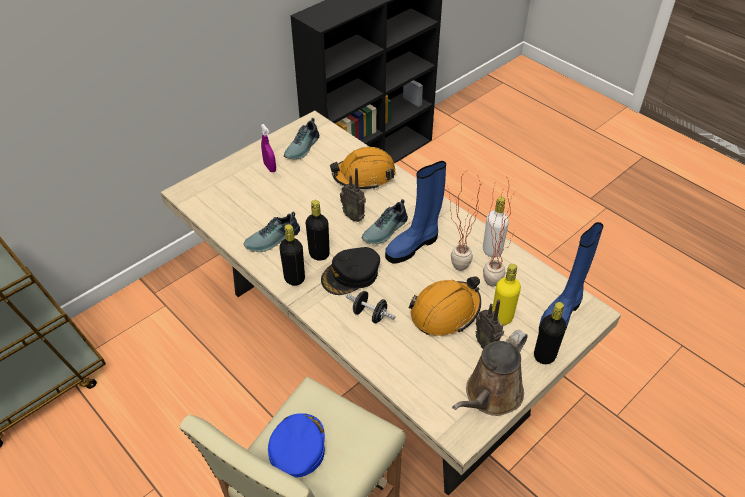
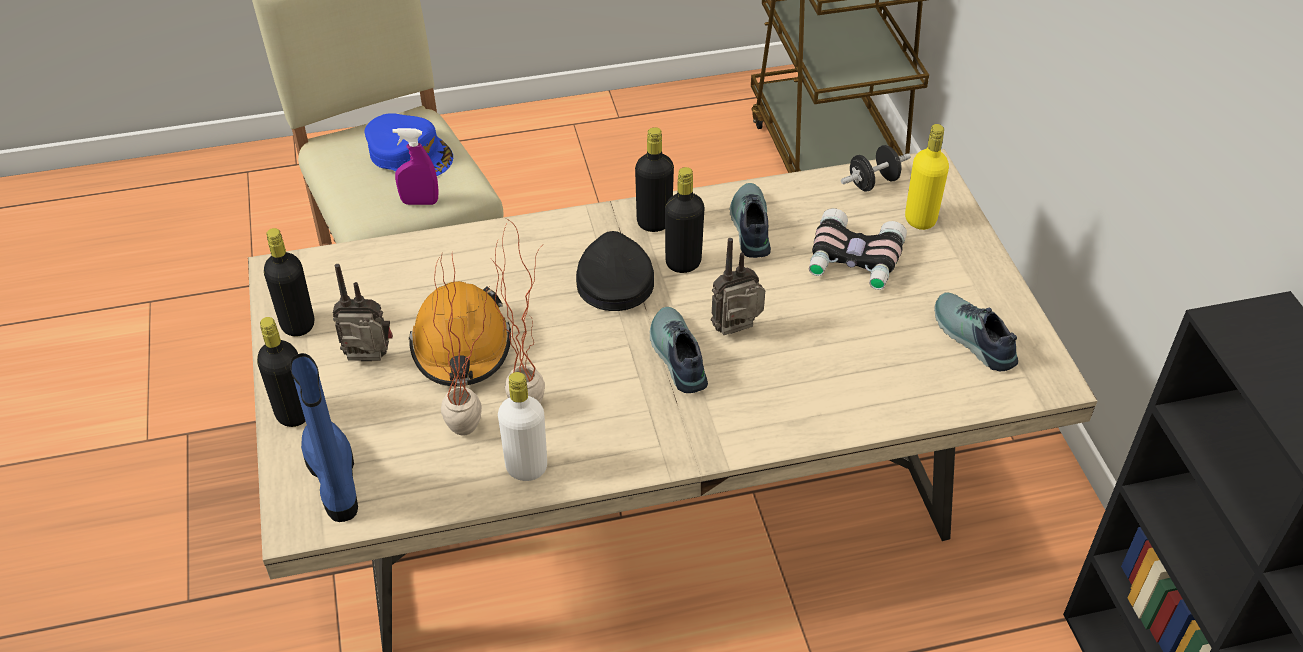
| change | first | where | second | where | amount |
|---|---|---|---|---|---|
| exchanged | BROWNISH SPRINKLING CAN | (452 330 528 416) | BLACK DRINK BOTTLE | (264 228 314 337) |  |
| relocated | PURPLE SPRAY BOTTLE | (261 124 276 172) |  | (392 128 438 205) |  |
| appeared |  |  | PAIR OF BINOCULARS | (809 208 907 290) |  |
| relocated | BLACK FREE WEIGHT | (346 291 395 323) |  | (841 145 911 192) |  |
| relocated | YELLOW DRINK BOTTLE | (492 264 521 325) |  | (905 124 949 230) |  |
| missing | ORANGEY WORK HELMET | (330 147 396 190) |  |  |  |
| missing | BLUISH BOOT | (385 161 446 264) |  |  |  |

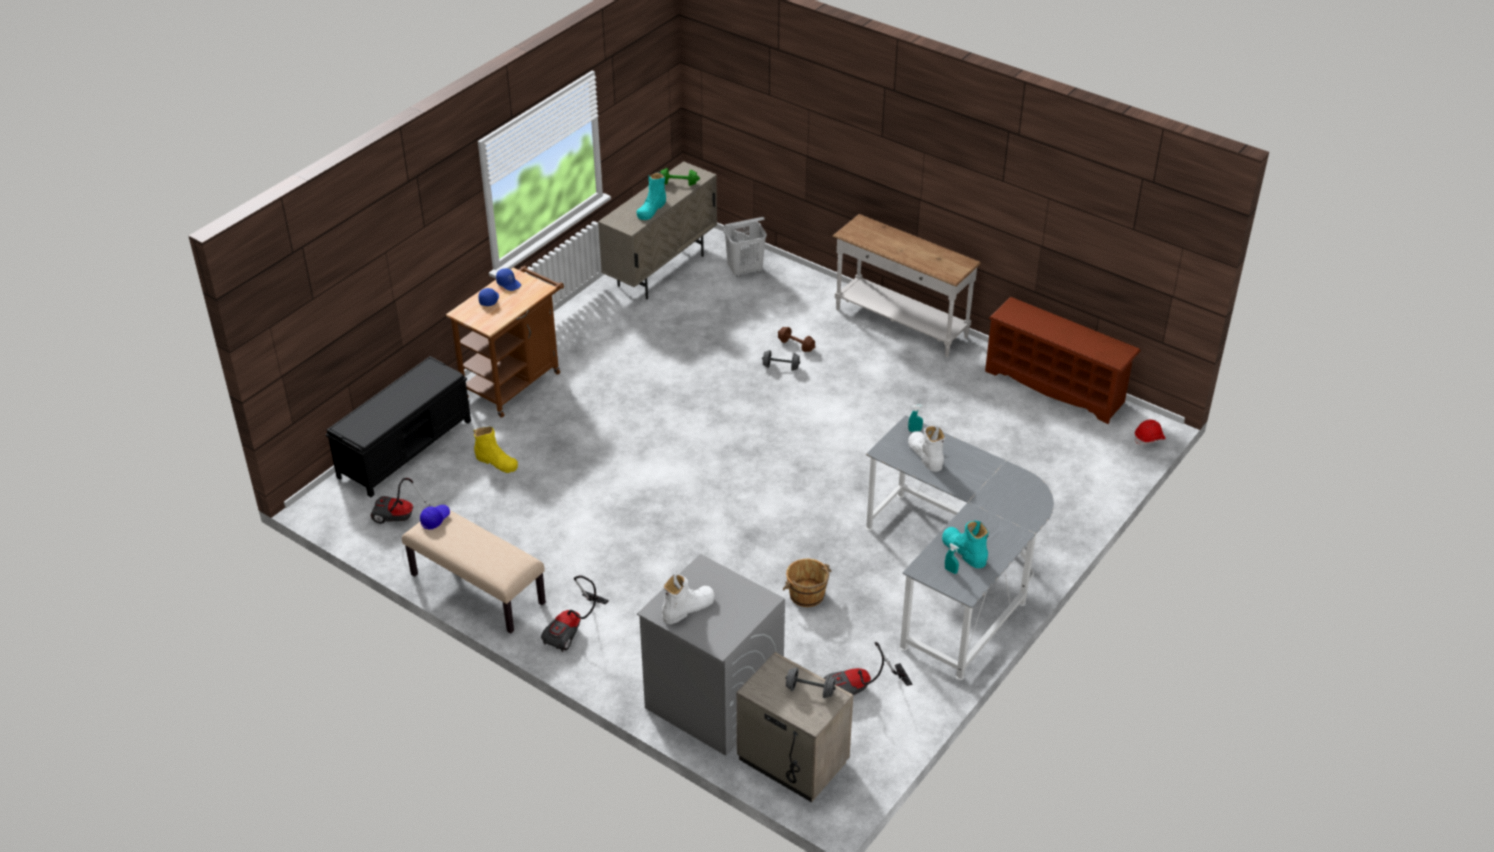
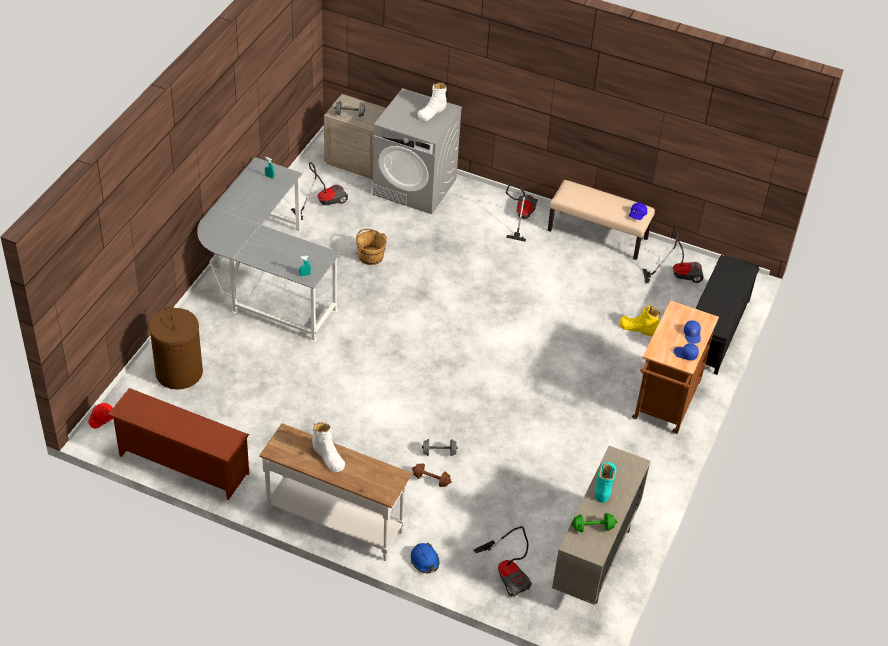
| change | first | where | second | where | amount |
|---|---|---|---|---|---|
| appeared |  |  | BROWNISH LAUNDRY BASKET | (149 306 203 390) |  |
| relocated | WHITE-COLOURED BOOT | (908 426 945 472) |  | (312 422 345 472) |  |
| appeared |  |  | BLUISH WORK HELMET | (411 543 439 573) |  |
| exchanged | WHITE-COLOURED LAUNDRY BASKET | (724 217 767 277) | VACUUM CLEANER | (473 526 532 597) |  |
| missing | BLUE-GREEN BOOT | (942 521 989 568) |  |  |  |

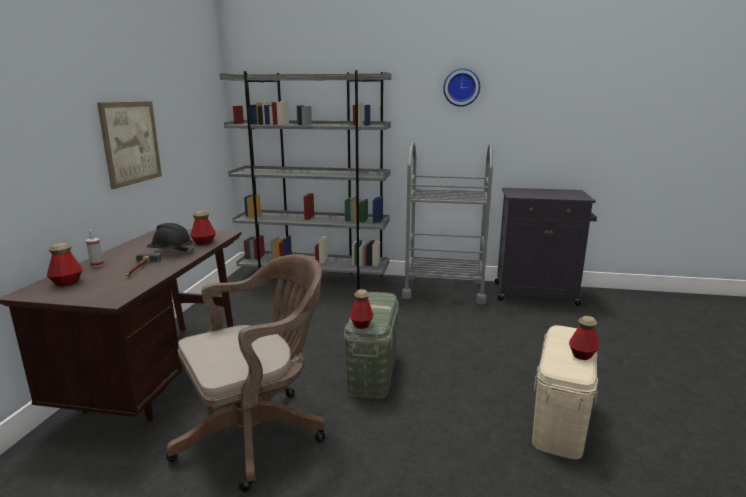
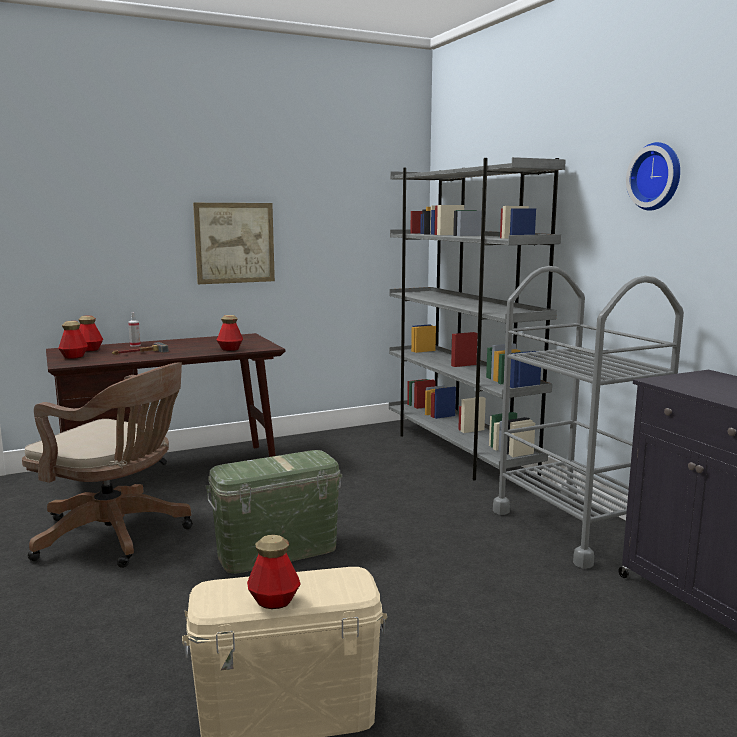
| change | first | where | second | where | amount |
|---|---|---|---|---|---|
| relocated | DRINK BOTTLE | (349 289 374 329) |  | (58 321 88 359) |  |
| missing | BLACK WORK HELMET | (147 223 194 252) |  |  |  |

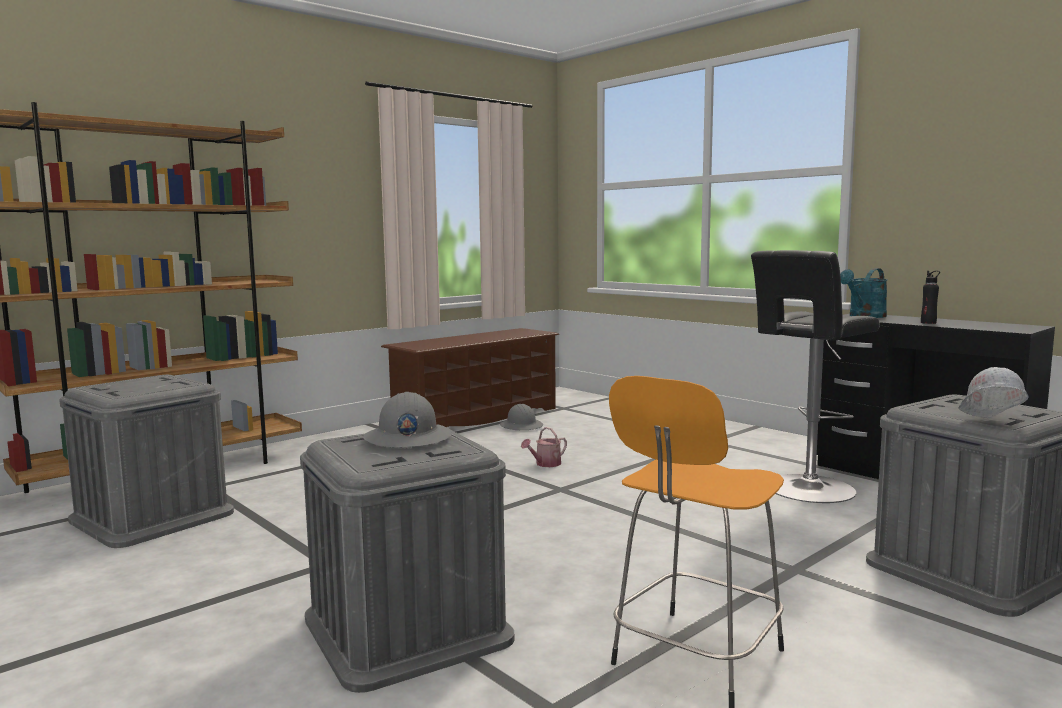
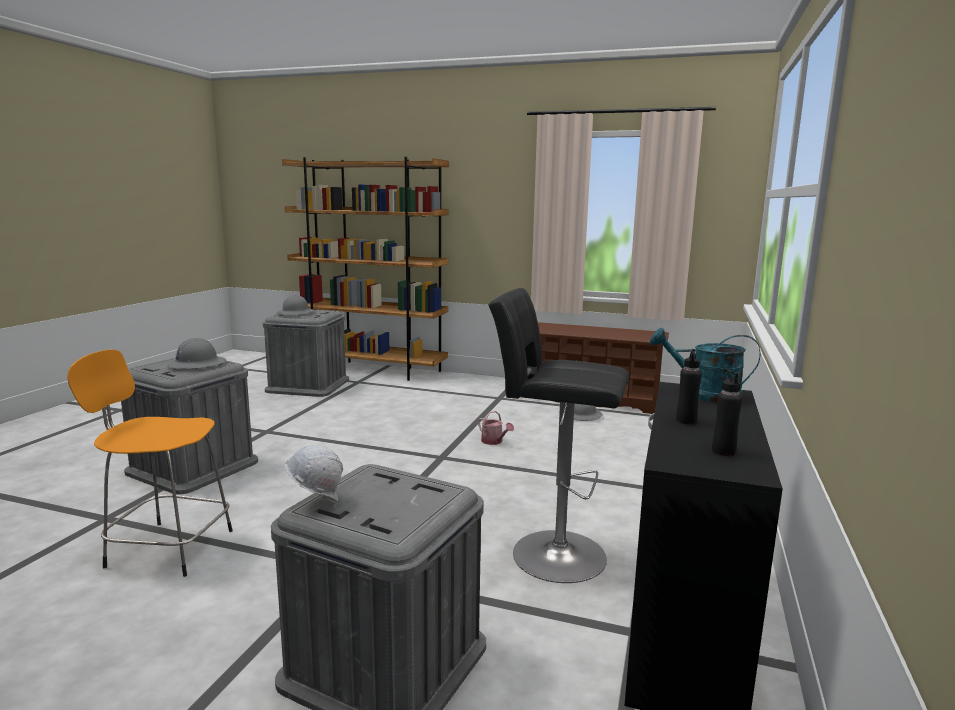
| change | first | where | second | where | amount |
|---|---|---|---|---|---|
| appeared |  |  | GRAY WORK HELMET | (277 295 315 315) |  |
| spun | SPRINKLING CAN | (521 427 567 467) |  | (478 411 514 445) | 150 degrees counterclockwise |
| appeared |  |  | BLACK DRINK BOTTLE | (712 369 742 456) |  |

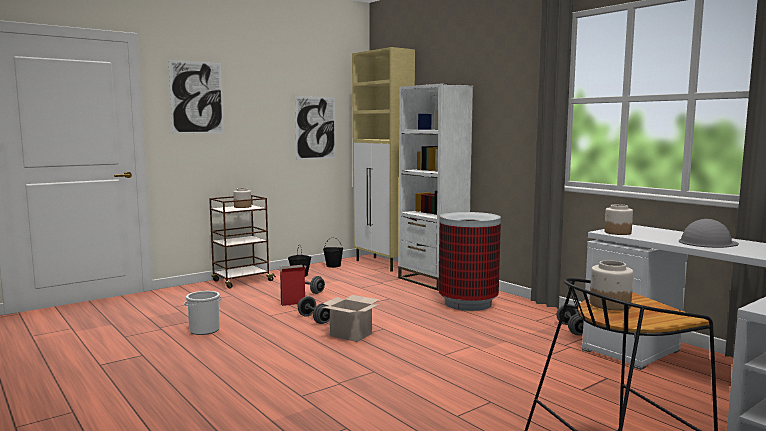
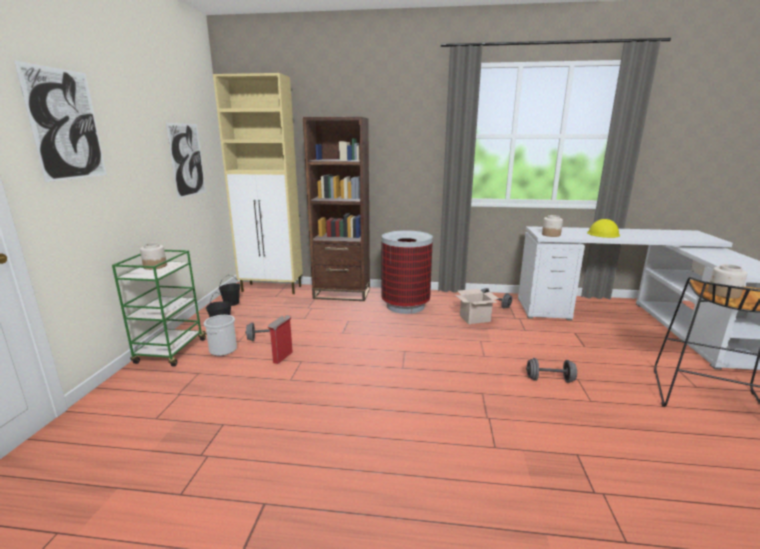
| change | first | where | second | where | amount |
|---|---|---|---|---|---|
| colour | BROWNISH TROLLEY | (209 195 276 288) | GREENISH TROLLEY | (112 250 207 366) |  |
| relocated | WATER BUCKET | (184 291 222 335) |  | (204 315 237 356) |  |
| colour | WHITE-COLOURED BOOKSHELF | (398 83 473 290) | BROWNISH BOOKSHELF | (303 117 370 301) |  |
| relocated | CARTON | (322 295 379 342) |  | (455 289 499 324) |  |
| relocated | GRAY FREE WEIGHT | (297 296 330 324) |  | (526 358 577 383) |  |
| colour | GRAY WORK HELMET | (679 219 739 248) | YELLOW WORK HELMET | (587 219 620 238) |  |

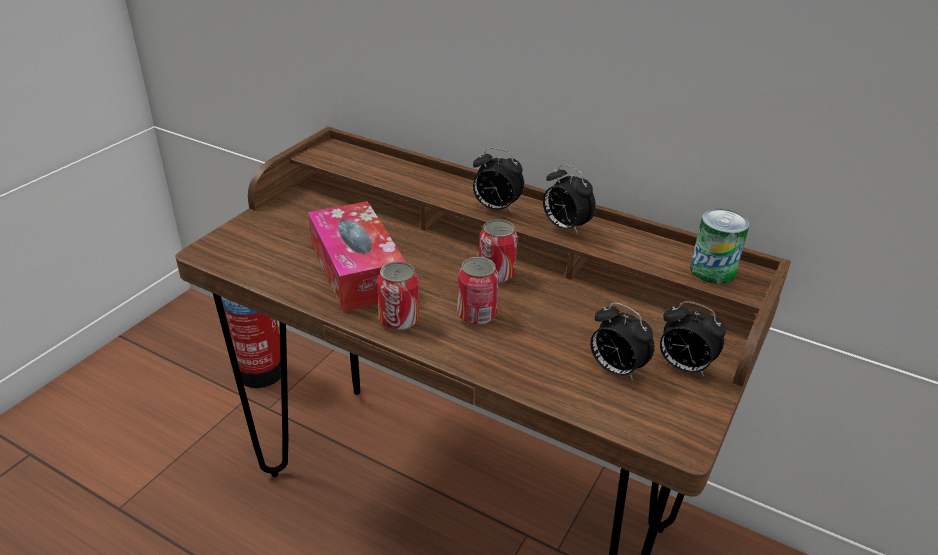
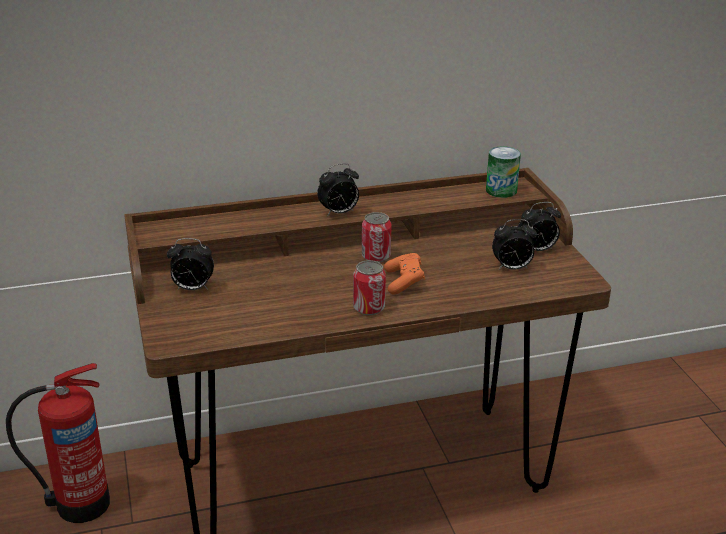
| change | first | where | second | where | amount |
|---|---|---|---|---|---|
| relocated | BEDSIDE CLOCK | (543 164 596 235) |  | (167 238 214 290) |  |
| exchanged | CAN | (457 257 499 325) | ORANGEY GAME CONTROLLER | (384 253 425 295) |  |
| missing | TISSUE HOLDER | (308 201 406 312) |  |  |  |

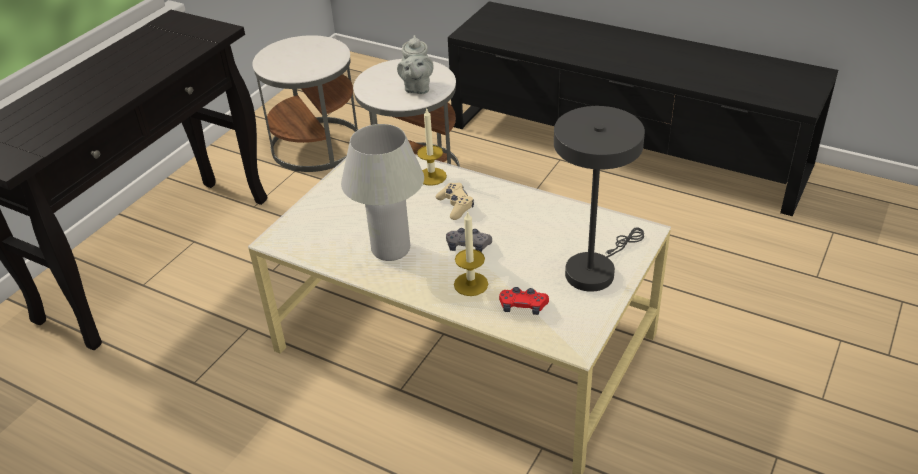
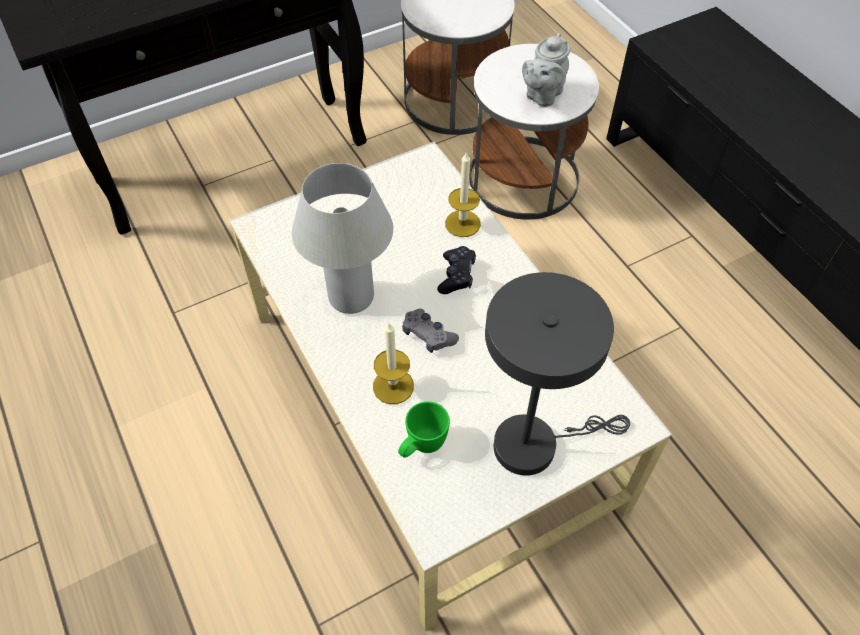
| change | first | where | second | where | amount |
|---|---|---|---|---|---|
| exchanged | RED-COLOURED GAME CONTROLLER | (499 287 549 315) | GREENISH TEA MUG | (398 401 450 458) |  |
| colour | BEIGE-COLOURED GAME CONTROLLER | (436 183 474 220) | BLACK GAME CONTROLLER | (437 246 476 294) |  |

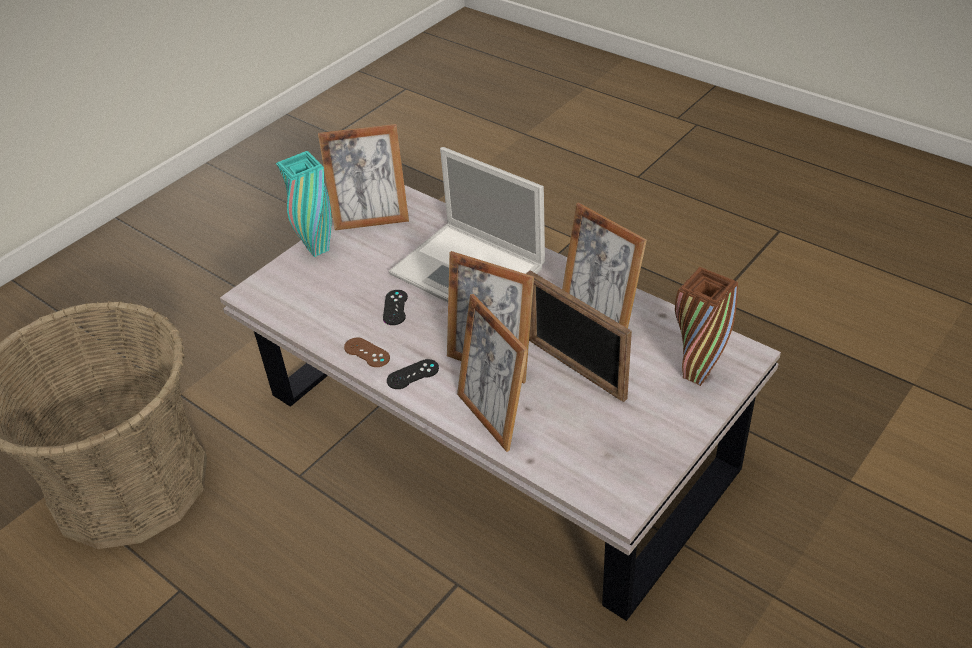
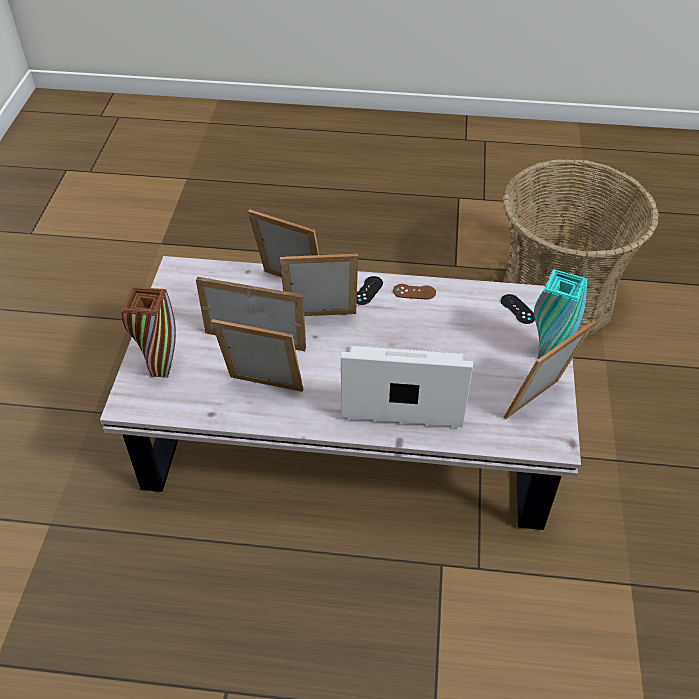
| change | first | where | second | where | amount |
|---|---|---|---|---|---|
| relocated | BLACK GAME CONTROLLER | (383 290 408 325) |  | (501 294 535 324) |  |

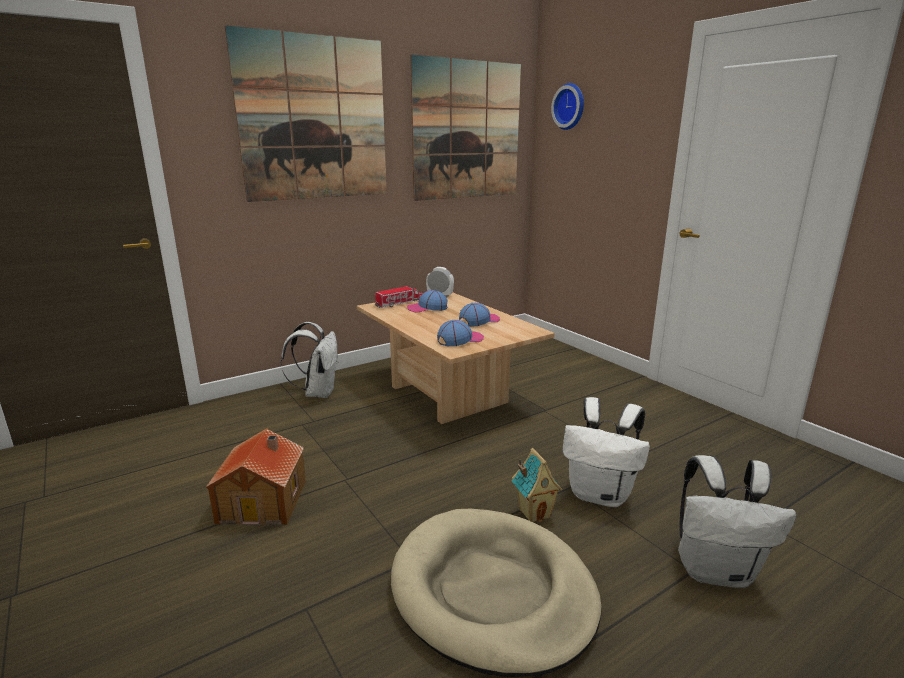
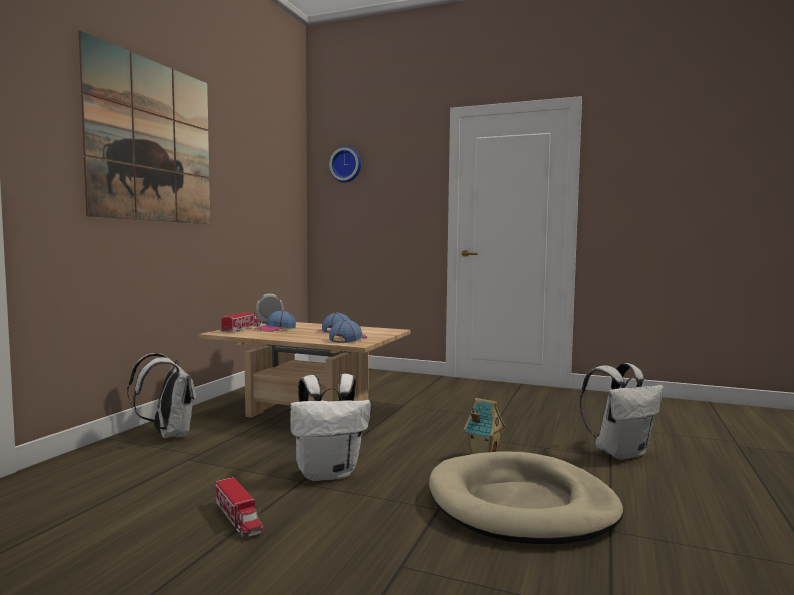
| change | first | where | second | where | amount |
|---|---|---|---|---|---|
| exchanged | TOY HOUSE | (206 428 306 525) | TOY LORRY | (216 477 263 538) |  |
| relocated | WHITE-COLOURED KNAPSACK | (563 397 650 507) |  | (290 374 371 481) |  |
| missing | WALL PICTURE | (410 54 521 201) |  |  |  |

